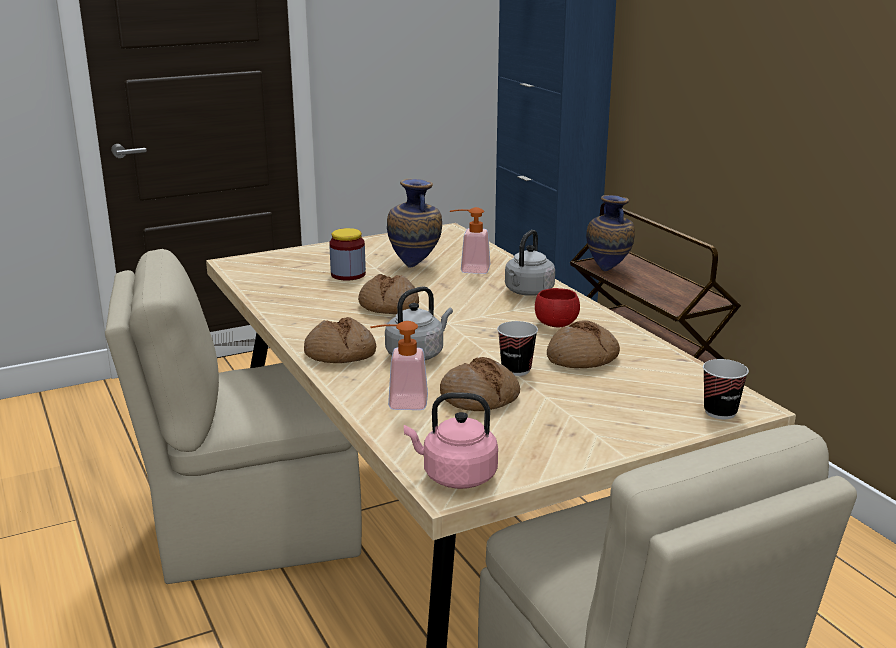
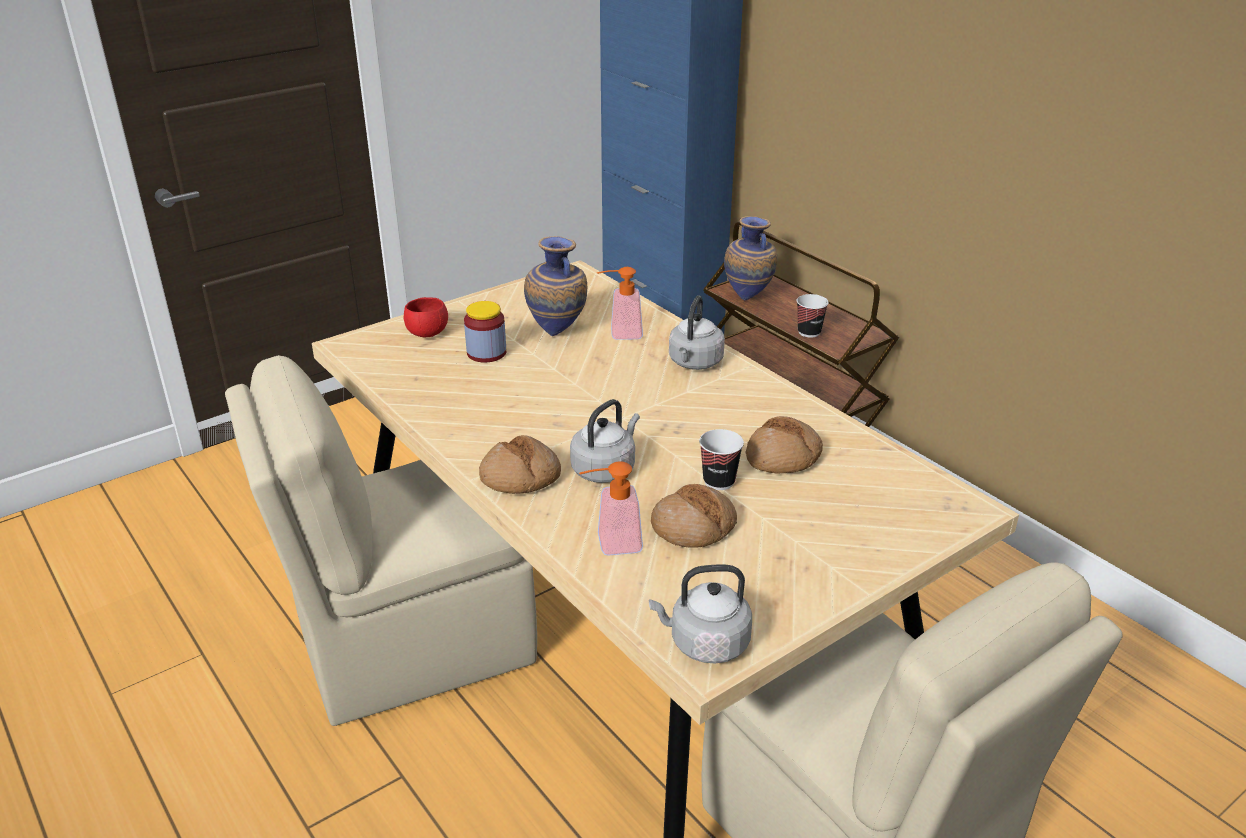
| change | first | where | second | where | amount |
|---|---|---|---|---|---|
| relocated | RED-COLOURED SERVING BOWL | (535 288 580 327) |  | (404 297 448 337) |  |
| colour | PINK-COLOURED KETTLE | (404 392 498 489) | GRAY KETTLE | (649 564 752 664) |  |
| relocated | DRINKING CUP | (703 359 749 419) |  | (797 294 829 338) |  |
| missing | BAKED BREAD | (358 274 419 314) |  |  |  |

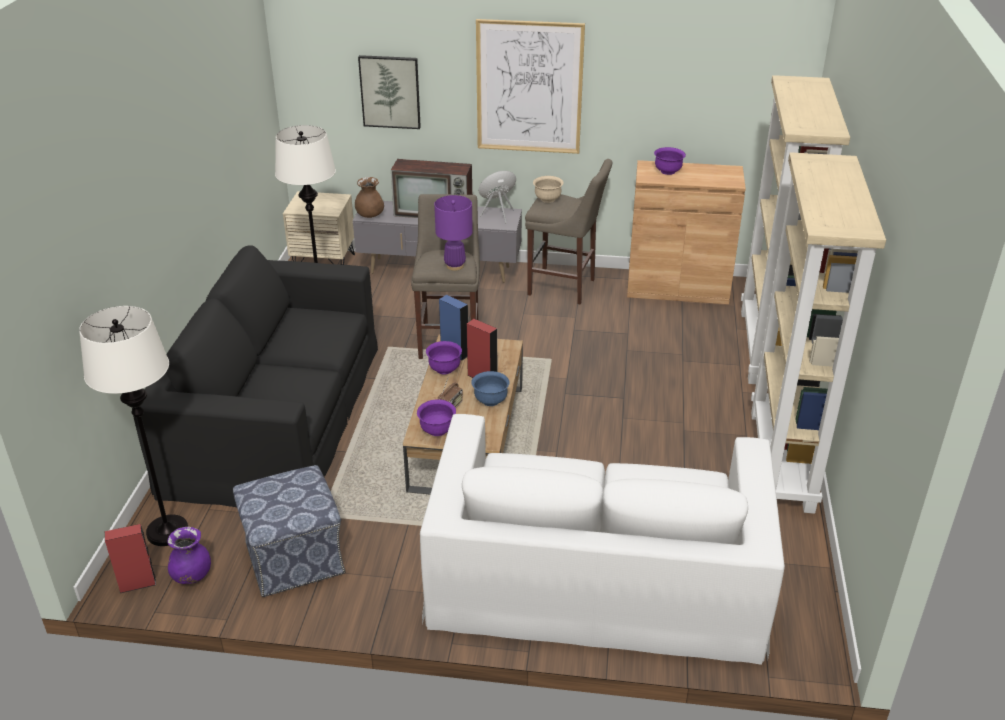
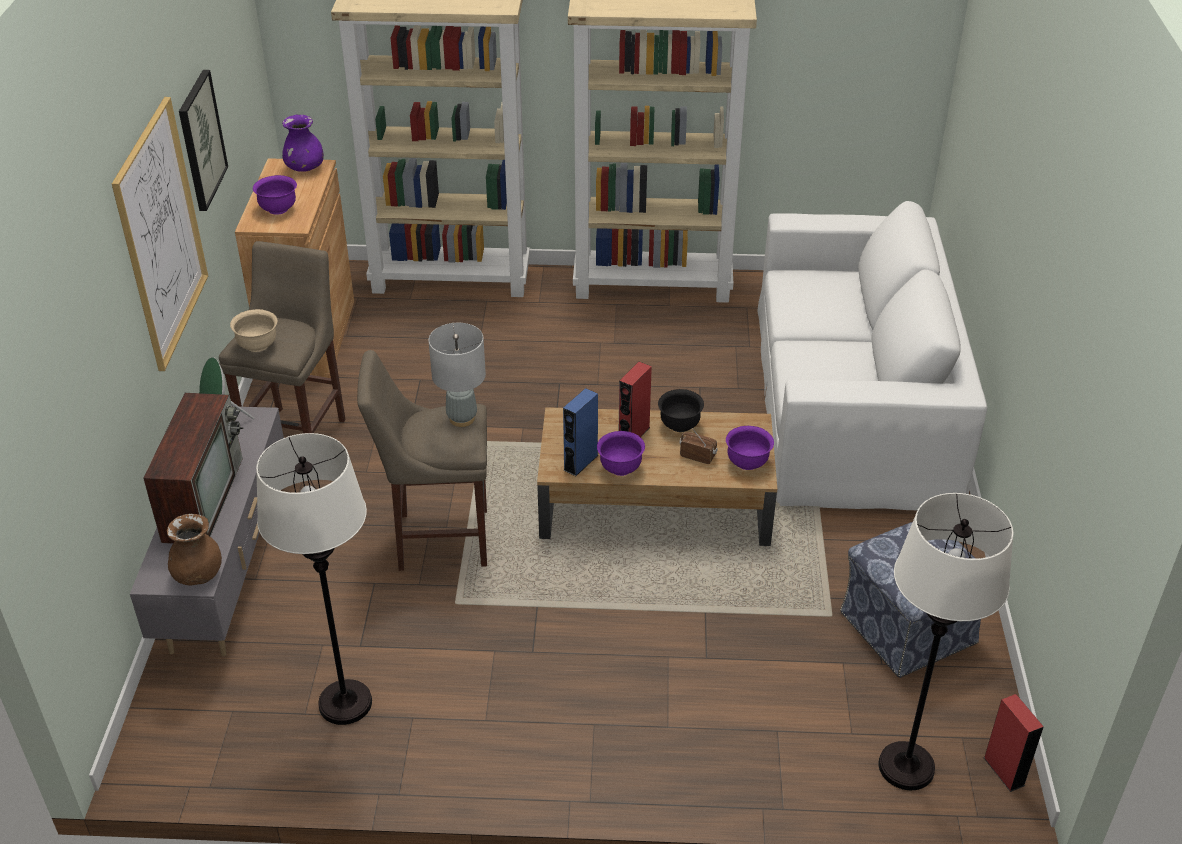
| change | first | where | second | where | amount |
|---|---|---|---|---|---|
| relocated | WALL PICTURE | (358 55 421 129) |  | (179 70 228 211) |  |
| relocated | PURPLE DECORATIVE VASE | (167 527 211 584) |  | (282 115 324 172) |  |
| colour | PURPLE TABLE LAMP | (434 195 473 271) | GRAY TABLE LAMP | (429 323 486 427) |  |
| colour | BLUISH SERVING BOWL | (471 371 510 406) | BLACK SERVING BOWL | (658 389 704 432) |  |
| missing | BLACK COUCH | (132 245 378 507) |  |  |  |
| missing | BEIGE-COLOURED NIGHT TABLE | (283 191 355 265) |  |  |  |

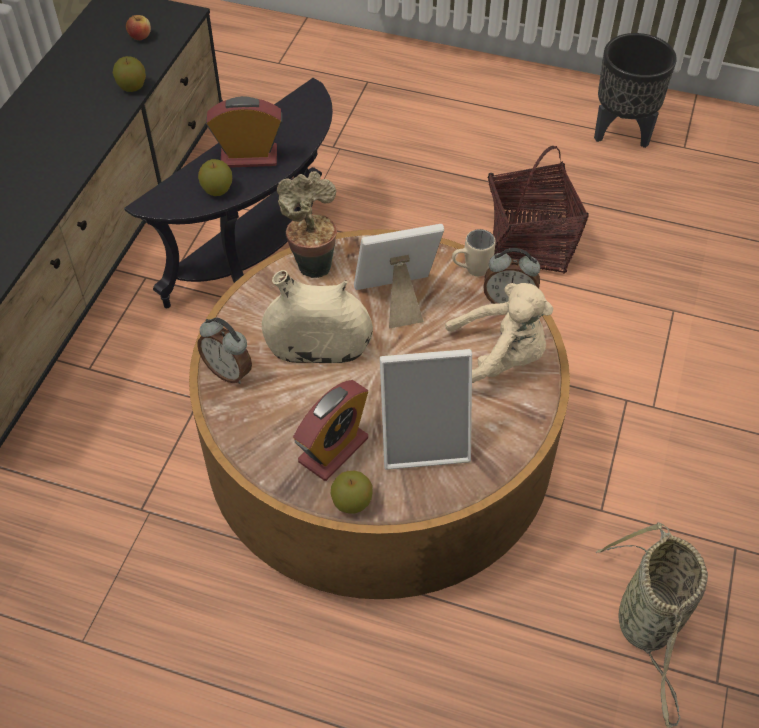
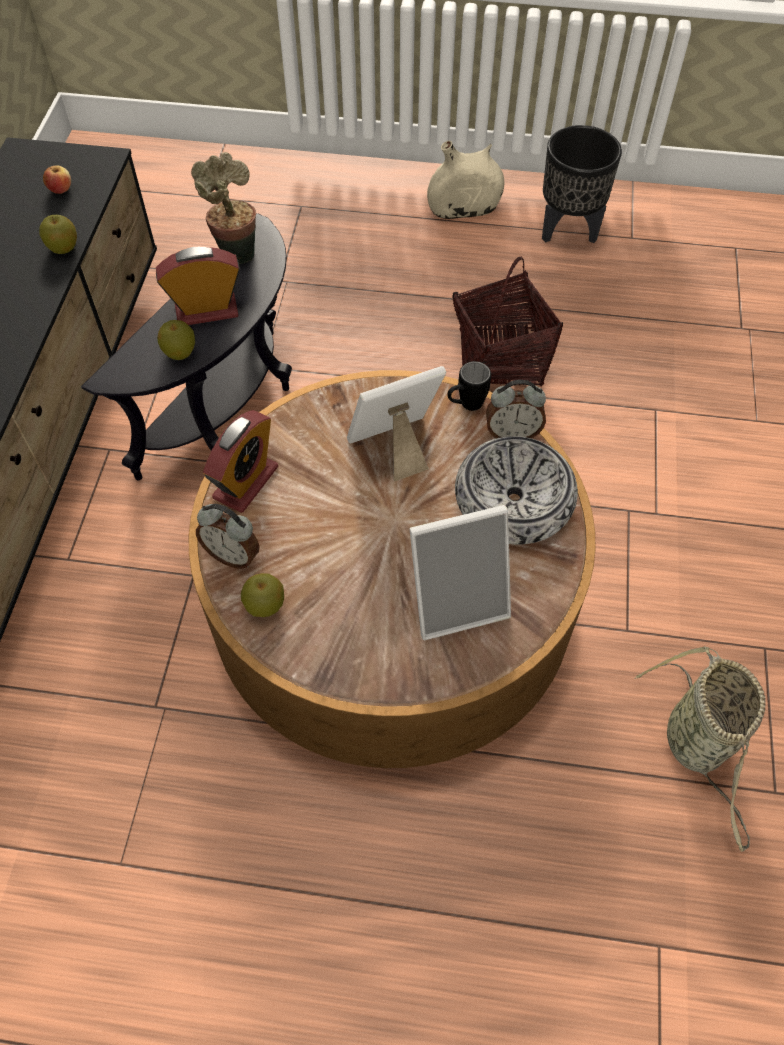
| change | first | where | second | where | amount |
|---|---|---|---|---|---|
| relocated | PLANT IN A POT | (277 171 337 278) |  | (191 152 256 264) |  |
| relocated | BEDSIDE CLOCK | (293 380 368 481) |  | (203 410 278 513) |  |
| relocated | APPLE FRUIT | (331 471 373 514) |  | (241 573 284 617) |  |
| relocated | BEIGE-COLOURED DECORATIVE VASE | (262 270 373 363) |  | (427 141 504 219) |  |
| colour | BEIGE-COLOURED TEA MUG | (452 229 496 276) | BLACK TEA MUG | (448 361 491 411) |  |
| exchanged | BEIGE-COLOURED PLUSH TOY | (445 283 553 383) | SERVING BOWL | (455 436 578 544) |  |

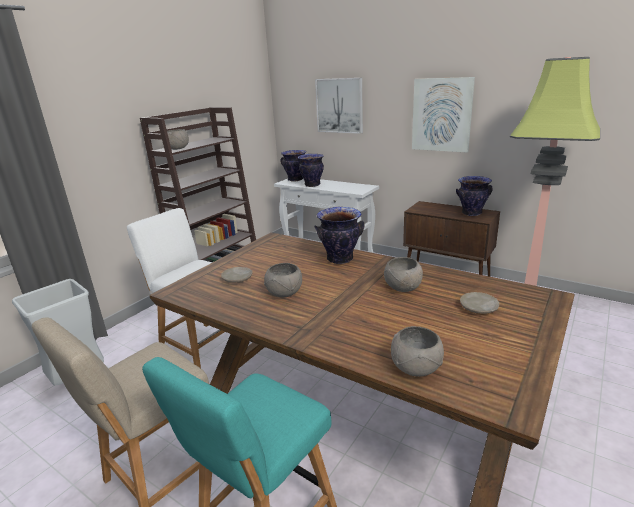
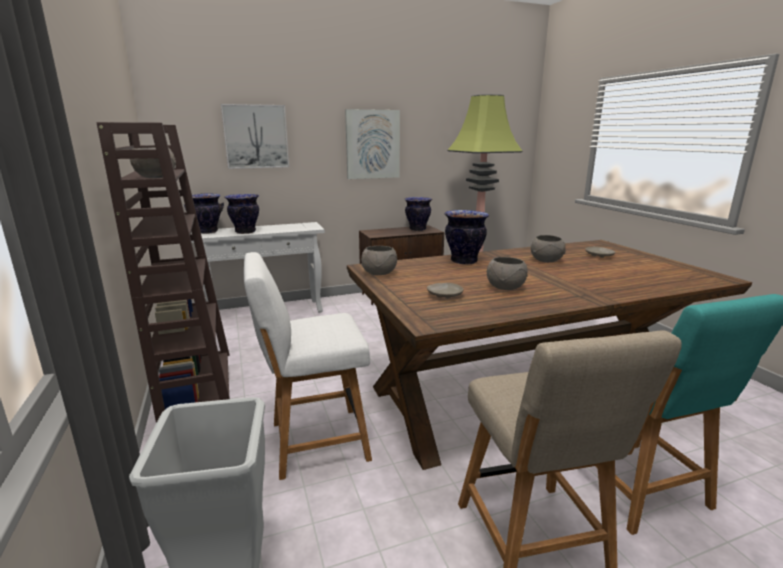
| change | first | where | second | where | amount |
|---|---|---|---|---|---|
| relocated | GRAY SERVING BOWL | (391 326 444 377) |  | (361 246 397 275) |  |

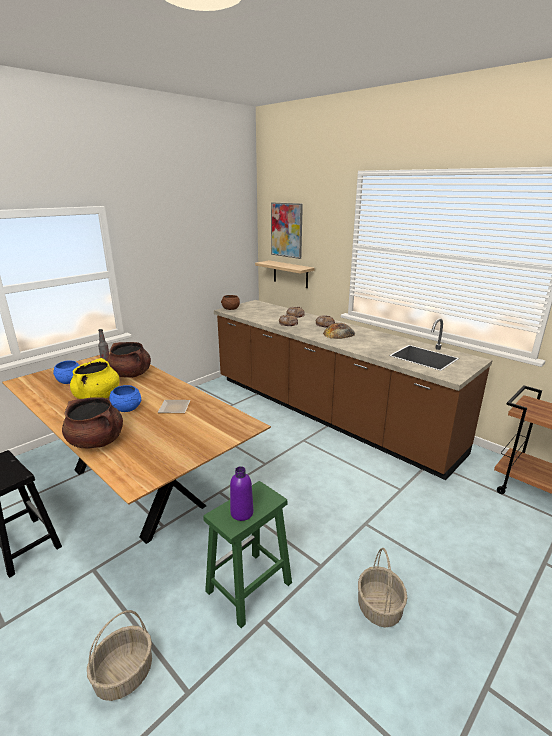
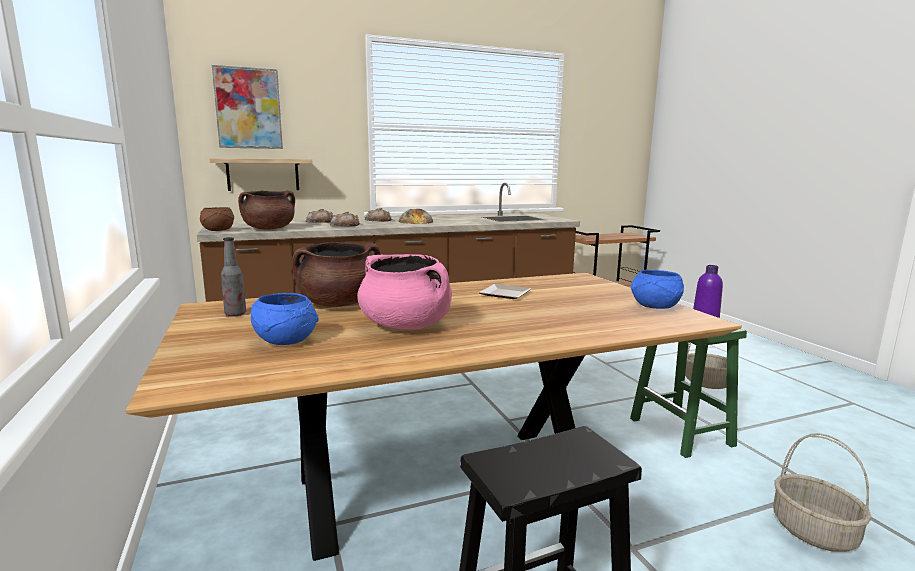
| change | first | where | second | where | amount |
|---|---|---|---|---|---|
| relocated | BROWNISH COOKING POT | (62 397 123 448) |  | (238 191 295 230) |  |
| colour | YELLOW COOKING POT | (70 358 120 399) | PINK-COLOURED COOKING POT | (357 254 452 330) |  |
| relocated | BLUISH SERVING BOWL | (109 385 141 412) |  | (631 270 684 309) |  |

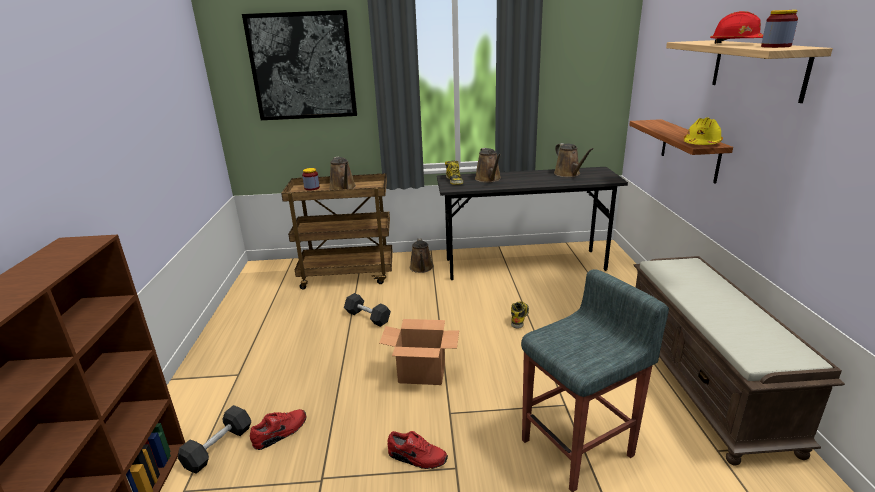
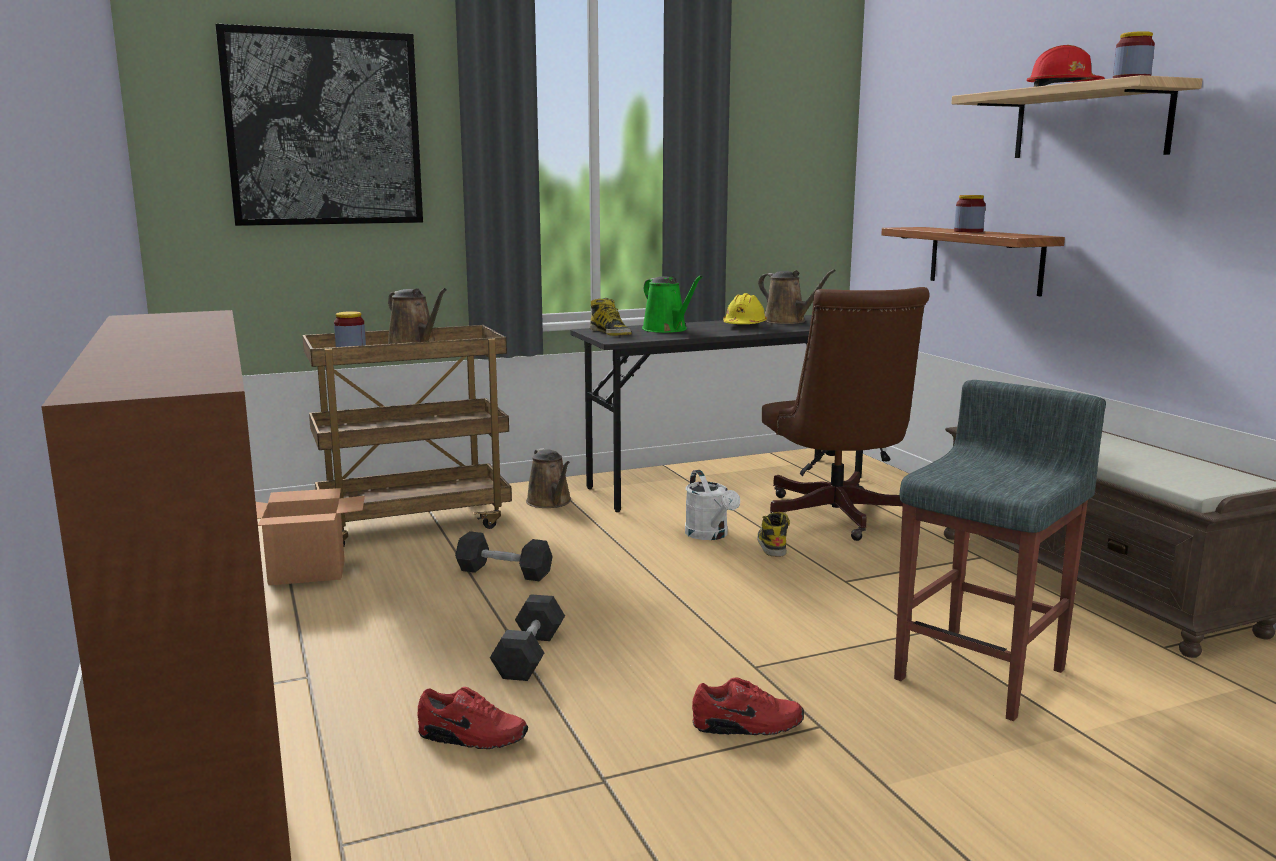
| change | first | where | second | where | amount |
|---|---|---|---|---|---|
| relocated | CARTON | (379 319 459 385) |  | (256 488 365 585) |  |
| spun | RED-COLOURED LOW SHOE | (250 409 306 450) |  | (417 687 528 749) | 75 degrees clockwise |
| relocated | BLACK FREE WEIGHT | (178 405 251 474) |  | (490 594 565 681) |  |
| colour | BROWNISH SPRINKLING CAN | (475 148 501 182) | GREENISH SPRINKLING CAN | (642 275 702 333) |  |
| appeared |  |  | WHITE-COLOURED SPRINKLING CAN | (685 470 740 540) |  |
| relocated | YELLOW WORK HELMET | (684 117 723 145) |  | (723 293 767 324) |  |
| appeared |  |  | BROWNISH DESK CHAIR | (762 287 929 541) |  |
| appeared |  |  | PRESERVE JAR | (954 195 986 232) |  |

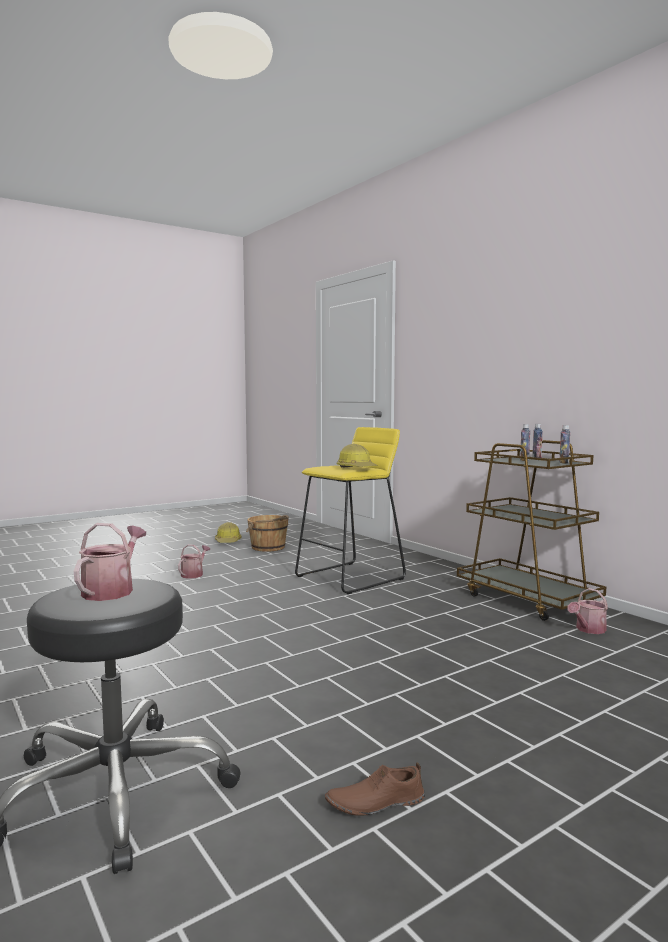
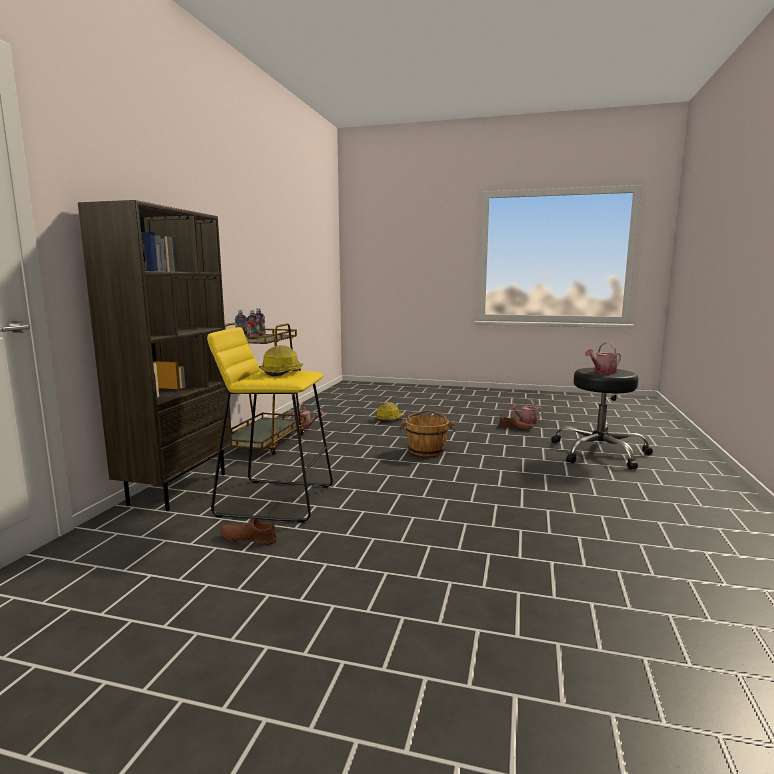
| change | first | where | second | where | amount |
|---|---|---|---|---|---|
| appeared |  |  | BROWNISH BOOKSHELF | (78 200 232 511) |  |
| appeared |  |  | BROWNISH LOW SHOE | (219 518 277 545) |  |
| relocated | WORK HELMET | (215 522 242 543) |  | (376 402 405 422) |  |
| relocated | BROWNISH WATER BUCKET | (246 515 289 552) |  | (399 410 456 457) |  |
| relocated | SPRINKLING CAN | (178 544 210 579) |  | (509 399 543 424) |  |

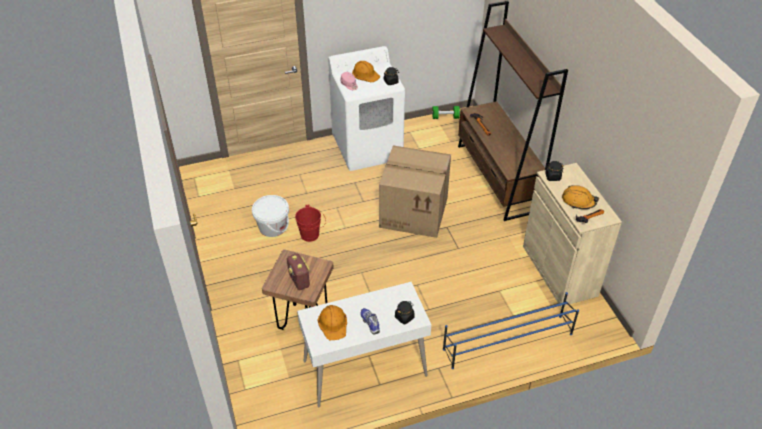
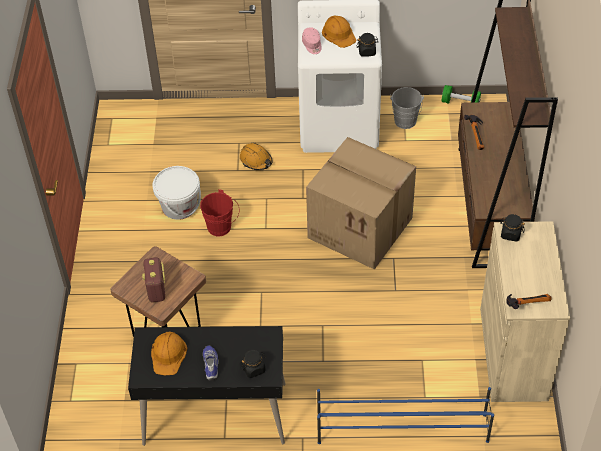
| change | first | where | second | where | amount |
|---|---|---|---|---|---|
| colour | WHITE-COLOURED DESK | (297 282 431 407) | BLACK DESK | (128 326 286 446) |  |
| relocated | ORANGEY WORK HELMET | (562 185 599 209) |  | (240 143 273 170) |  |
| appeared |  |  | GRAY WATER BUCKET | (390 87 424 129) |  |

